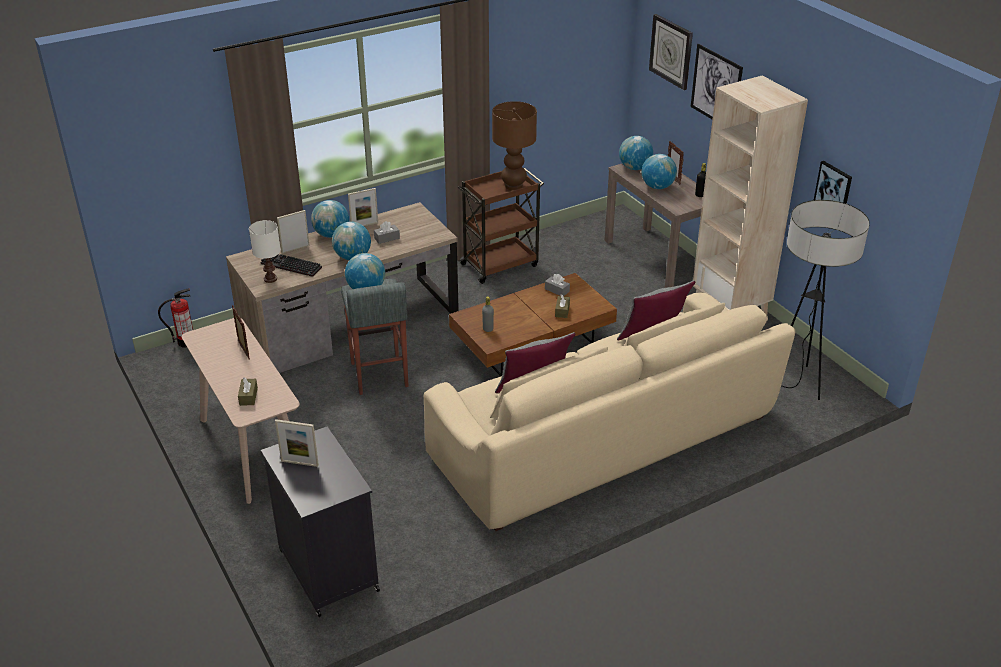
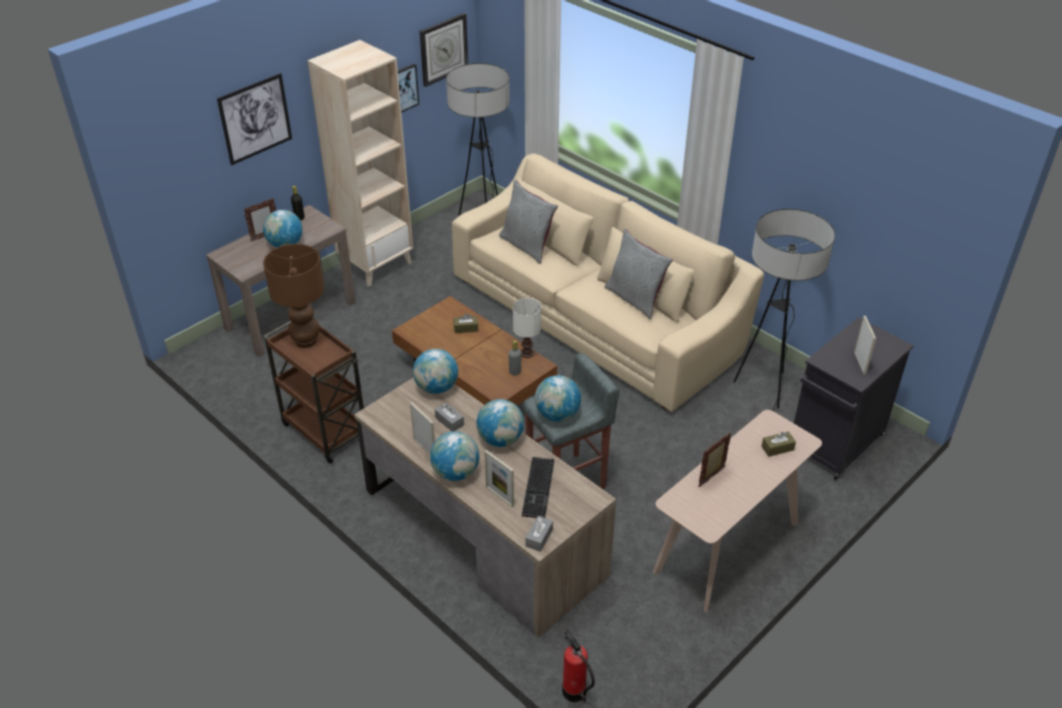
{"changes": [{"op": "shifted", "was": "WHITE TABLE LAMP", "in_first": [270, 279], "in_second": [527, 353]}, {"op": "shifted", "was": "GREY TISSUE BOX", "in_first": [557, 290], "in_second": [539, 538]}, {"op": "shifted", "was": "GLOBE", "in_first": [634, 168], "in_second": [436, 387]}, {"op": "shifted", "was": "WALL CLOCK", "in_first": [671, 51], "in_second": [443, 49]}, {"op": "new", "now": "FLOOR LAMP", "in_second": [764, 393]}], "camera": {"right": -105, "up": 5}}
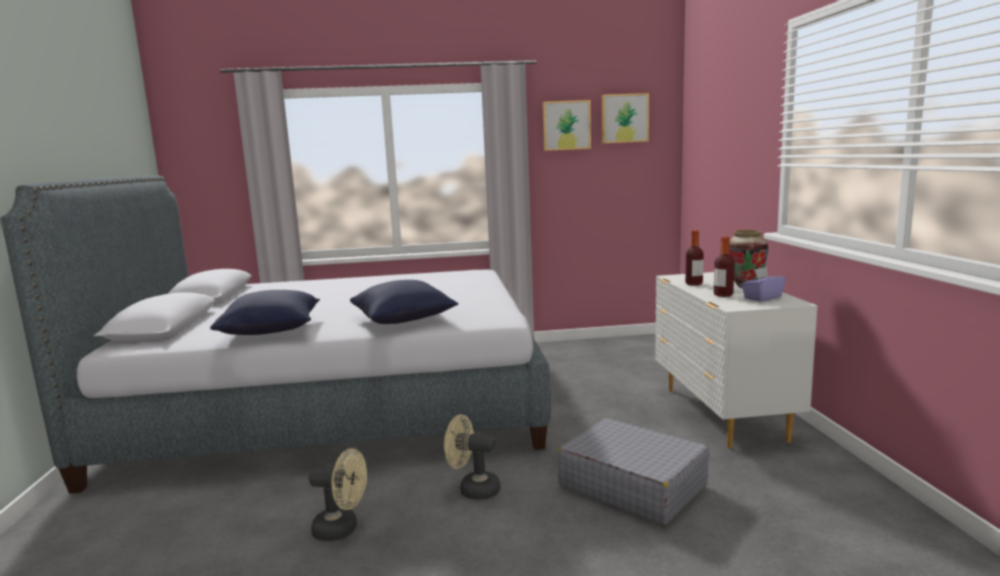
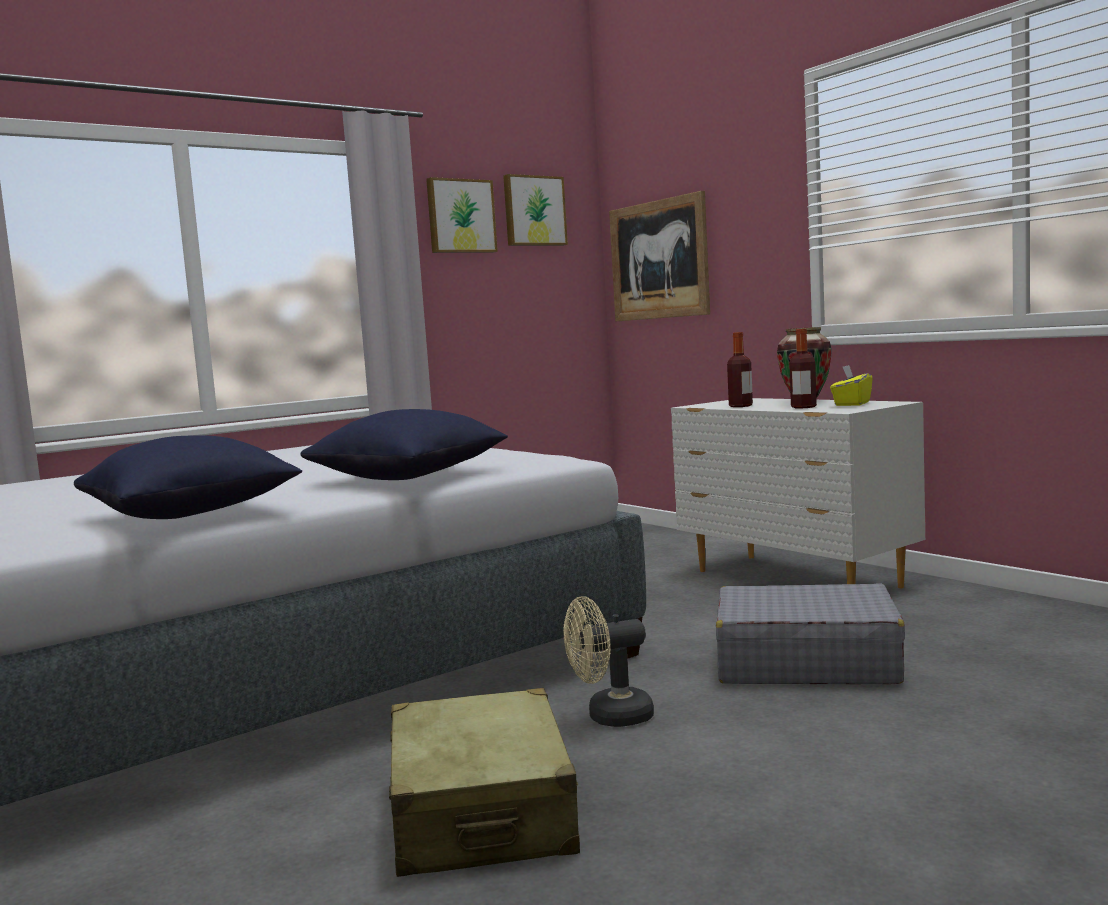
{"changes": [{"op": "swapped", "was": "BEIGE FAN", "now": "BEIGE SUITCASE", "in_first": [342, 529], "in_second": [482, 813]}, {"op": "repainted", "was": "PURPLE TISSUE BOX", "now": "YELLOW TISSUE BOX", "in_first": [762, 297], "in_second": [851, 404]}, {"op": "new", "now": "PICTURE", "in_second": [659, 260]}], "camera": {"right": -30, "up": -5}}
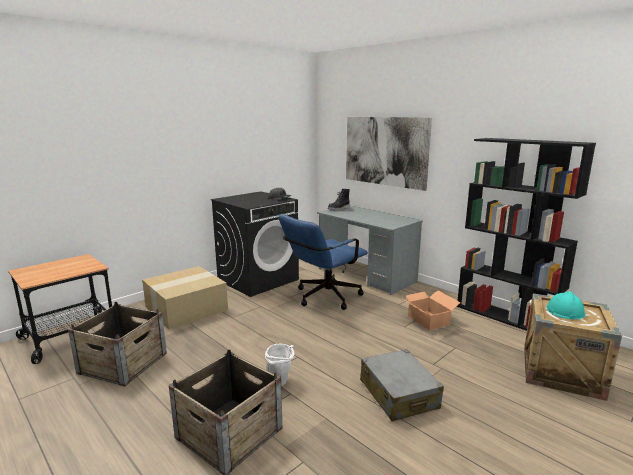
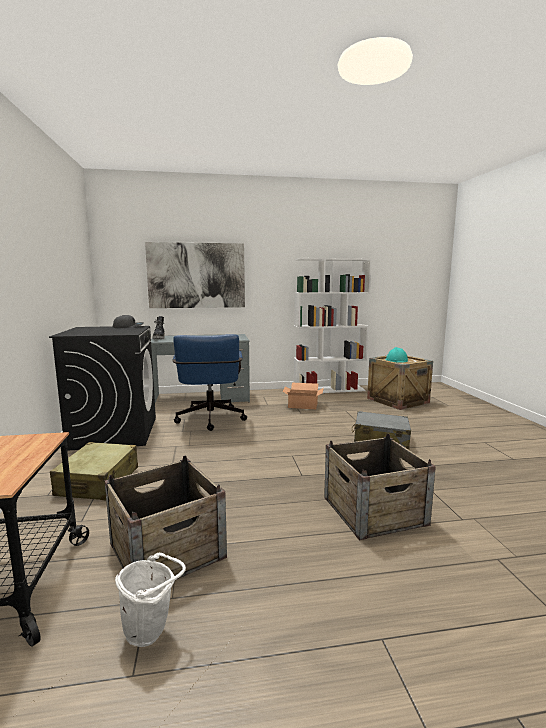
{"changes": [{"op": "swapped", "was": "CARDBOARD BOX", "now": "BEIGE SUITCASE", "in_first": [187, 308], "in_second": [98, 482]}, {"op": "shifted", "was": "WHITE BUCKET", "in_first": [280, 383], "in_second": [152, 631]}, {"op": "repainted", "was": "BLACK BOOKCASE", "now": "WHITE BOOKCASE", "in_first": [507, 317], "in_second": [329, 390]}], "camera": {"right": -55, "up": -5}}
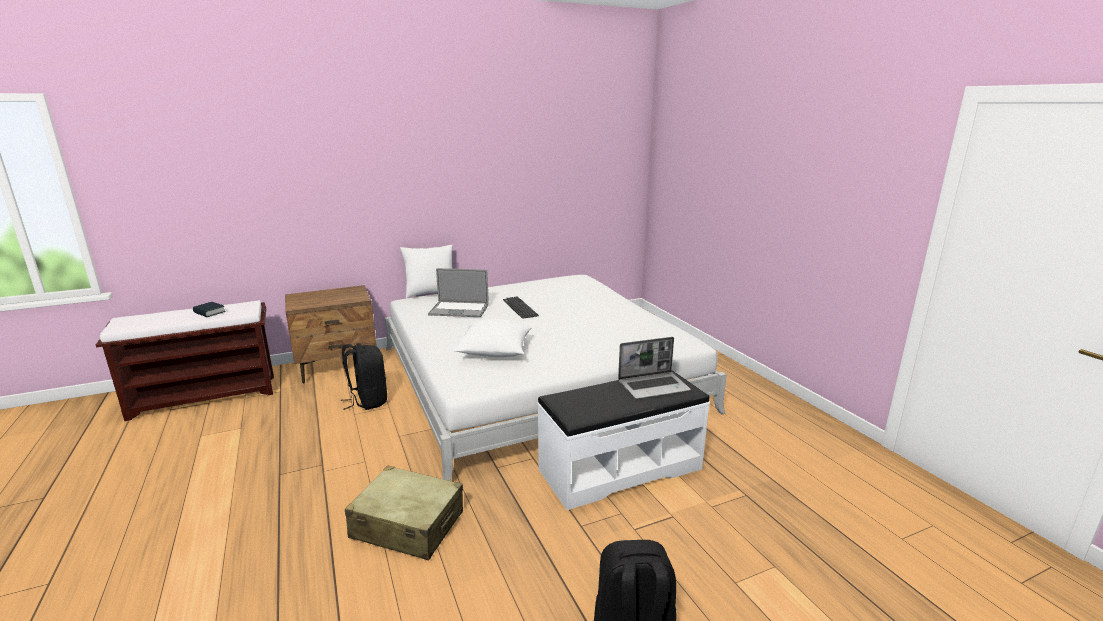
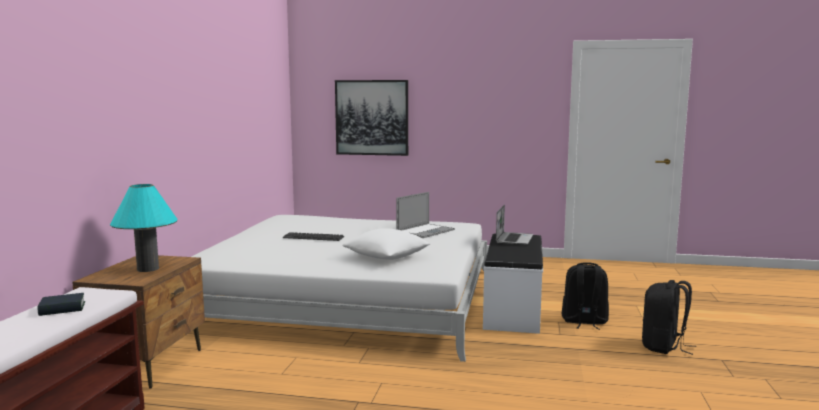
{"changes": [{"op": "shifted", "was": "BLACK BACKPACK", "in_first": [368, 401], "in_second": [584, 322]}, {"op": "gone", "was": "BEIGE SUITCASE", "in_first": [407, 525]}, {"op": "gone", "was": "WHITE PILLOW", "in_first": [430, 294]}, {"op": "shifted", "was": "LAPTOP", "in_first": [459, 310], "in_second": [425, 231]}, {"op": "new", "now": "TURQUOISE TABLE LAMP", "in_second": [148, 269]}, {"op": "new", "now": "PICTURE", "in_second": [372, 117]}], "camera": {"right": -55, "up": -10}}
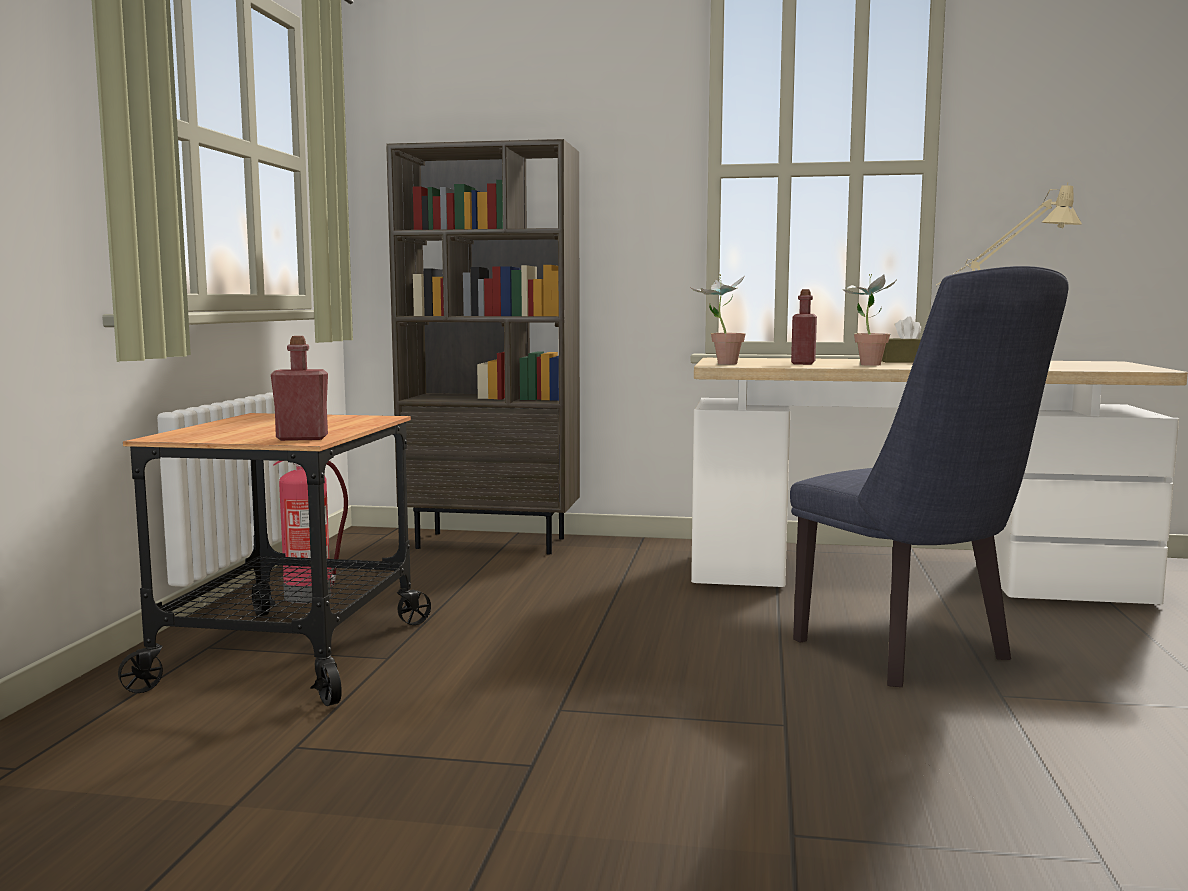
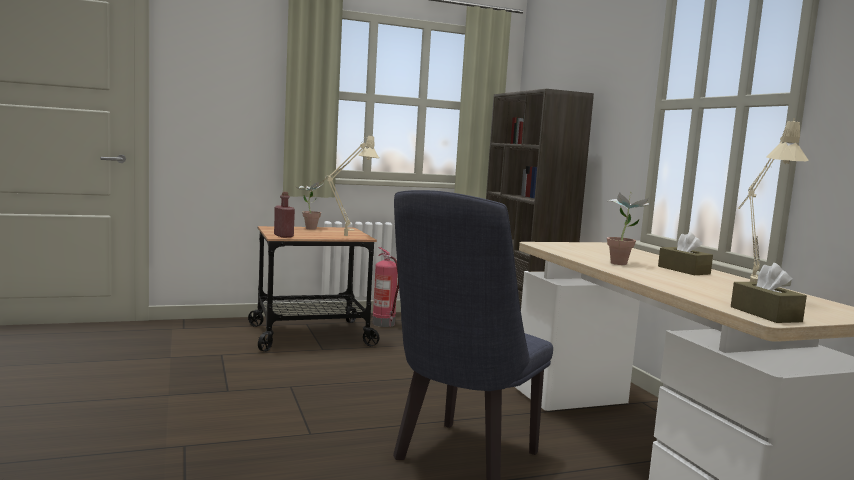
{"changes": [{"op": "shifted", "was": "POTTED PLANT", "in_first": [720, 364], "in_second": [309, 228]}, {"op": "gone", "was": "RED BOTTLE", "in_first": [803, 363]}, {"op": "new", "now": "BEIGE TABLE LAMP", "in_second": [341, 237]}, {"op": "new", "now": "BROWN TISSUE BOX", "in_second": [765, 314]}], "camera": {"right": 60, "up": 0}}
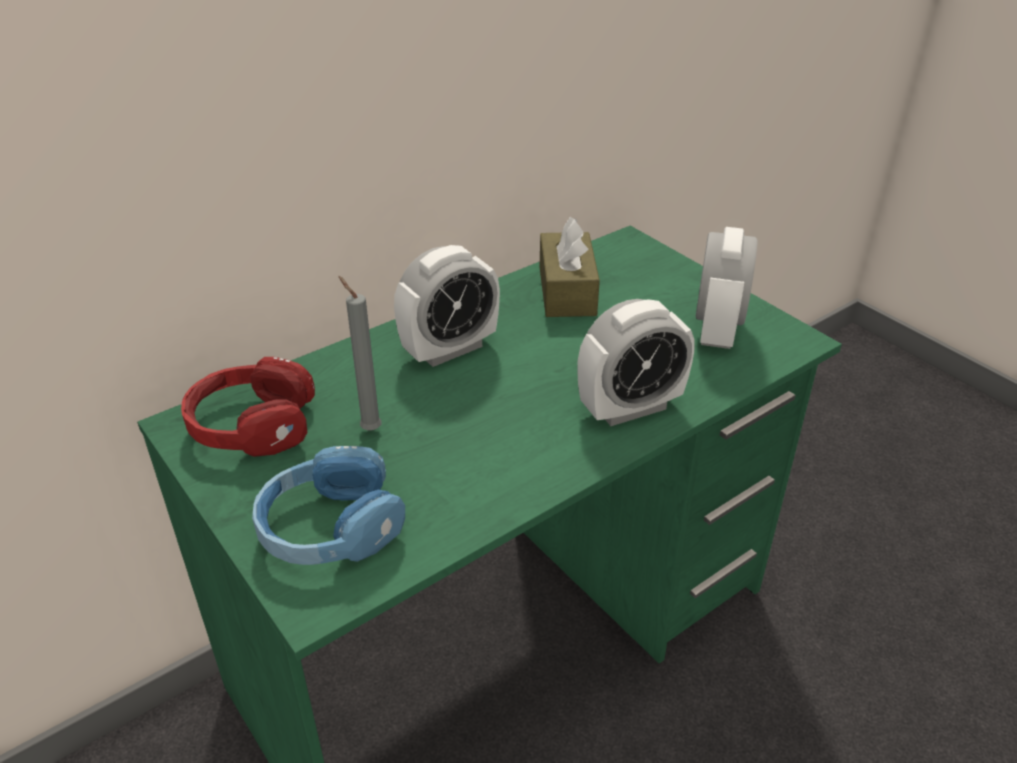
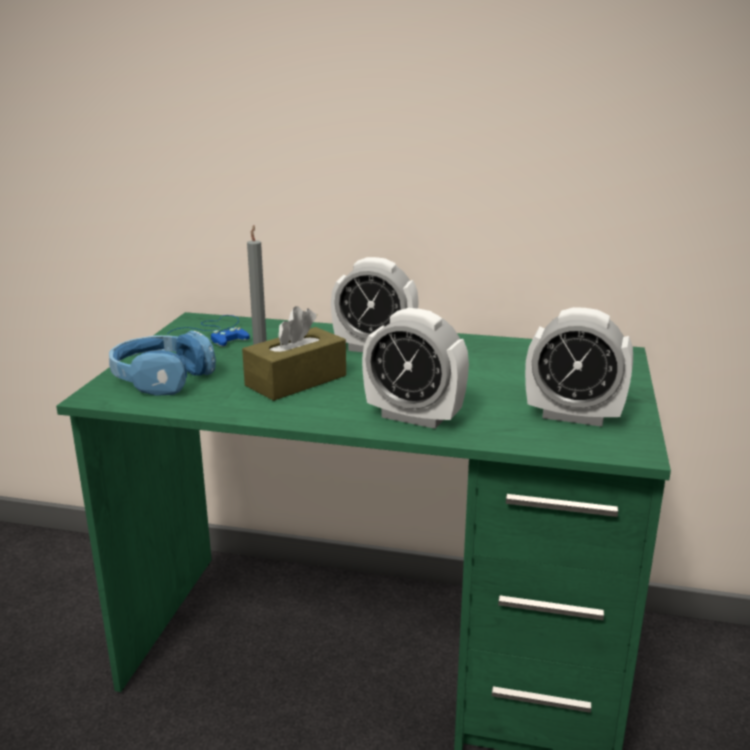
{"changes": [{"op": "swapped", "was": "RED HEADPHONES", "now": "BLUE GAME CONTROLLER", "in_first": [252, 426], "in_second": [219, 332]}, {"op": "shifted", "was": "BROWN TISSUE BOX", "in_first": [567, 291], "in_second": [296, 380]}, {"op": "rotated", "was": "ALARM CLOCK", "in_first": [717, 330], "in_second": [573, 416], "clockwise": 45}], "camera": {"right": 50, "up": -15}}
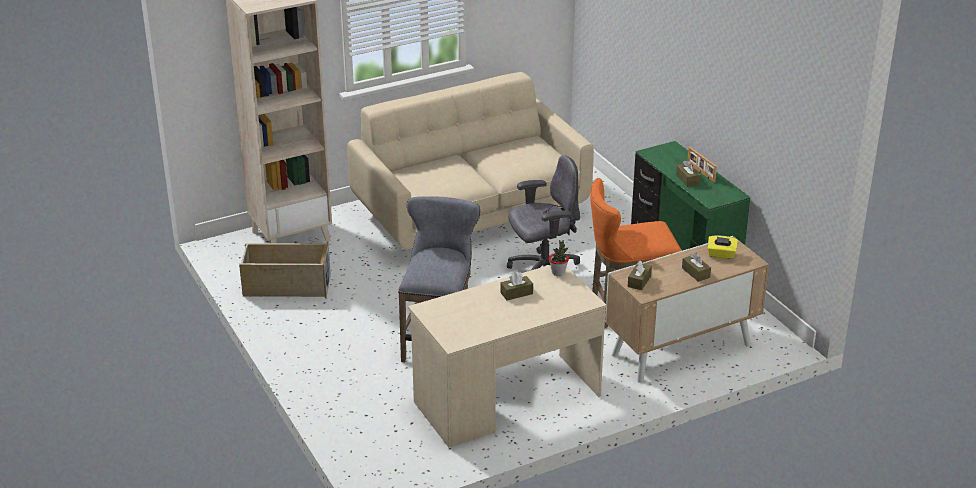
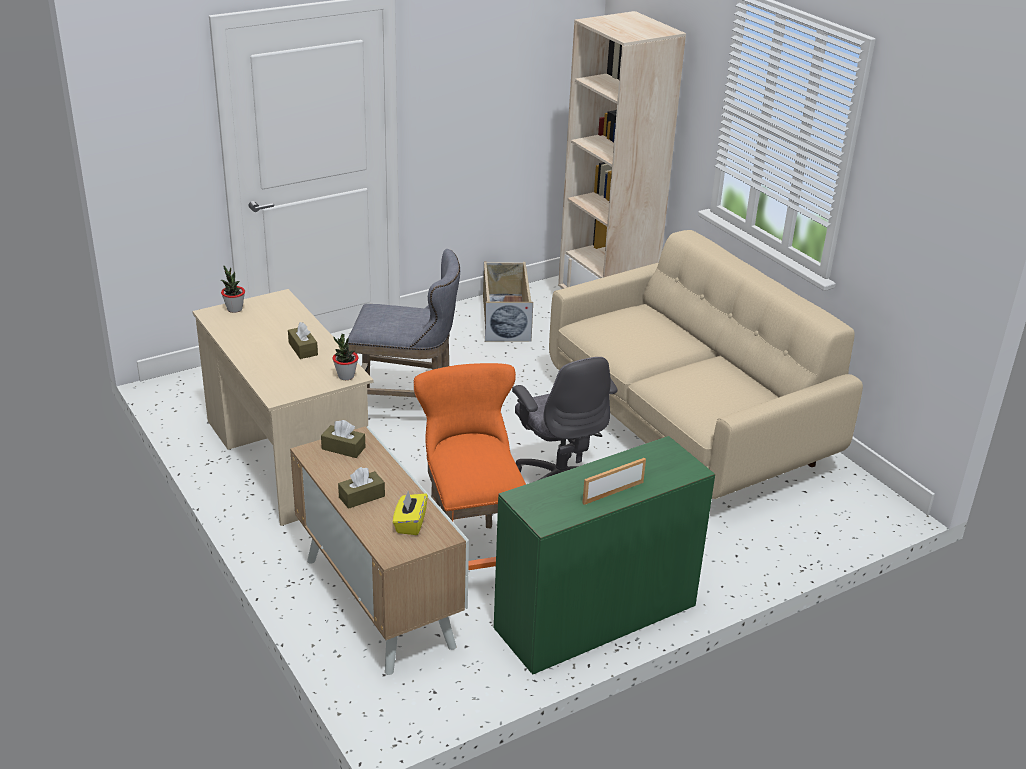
{"changes": [{"op": "gone", "was": "BROWN TISSUE BOX", "in_first": [687, 179]}, {"op": "new", "now": "POTTED PLANT", "in_second": [234, 309]}], "camera": {"right": 85, "up": 0}}
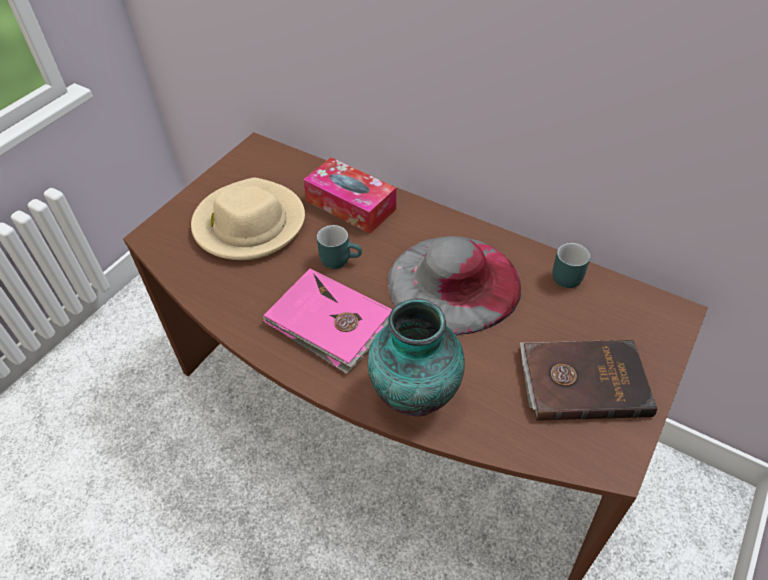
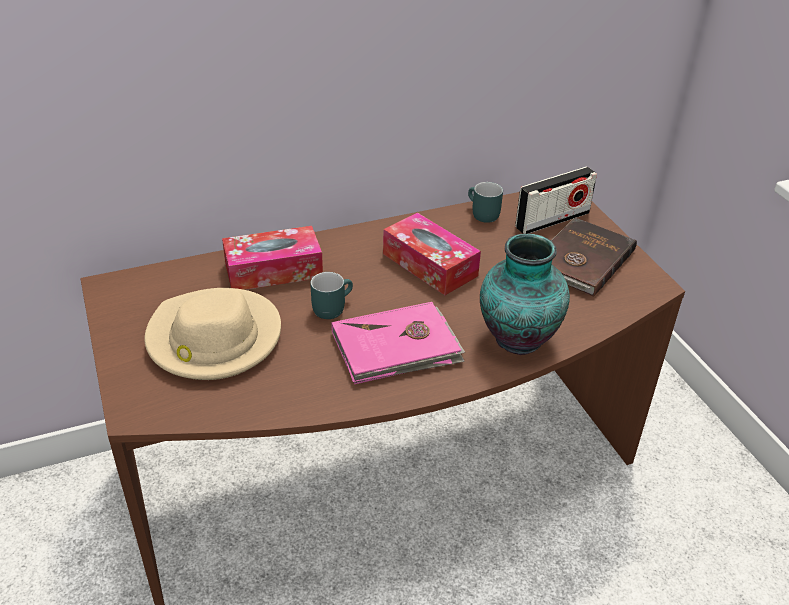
{"changes": [{"op": "swapped", "was": "GREY HAT", "now": "TISSUE BOX", "in_first": [453, 282], "in_second": [429, 265]}, {"op": "new", "now": "RADIO", "in_second": [552, 220]}], "camera": {"right": -55, "up": -10}}
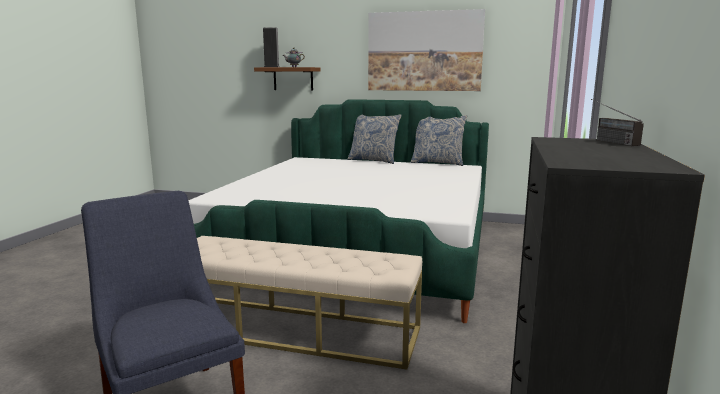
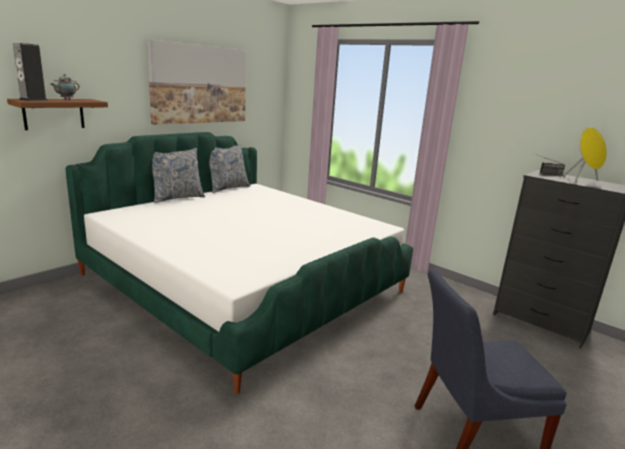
{"changes": [{"op": "gone", "was": "BEIGE BENCH", "in_first": [294, 330]}, {"op": "new", "now": "YELLOW SPEAKER", "in_second": [582, 180]}], "camera": {"right": -65, "up": 5}}
